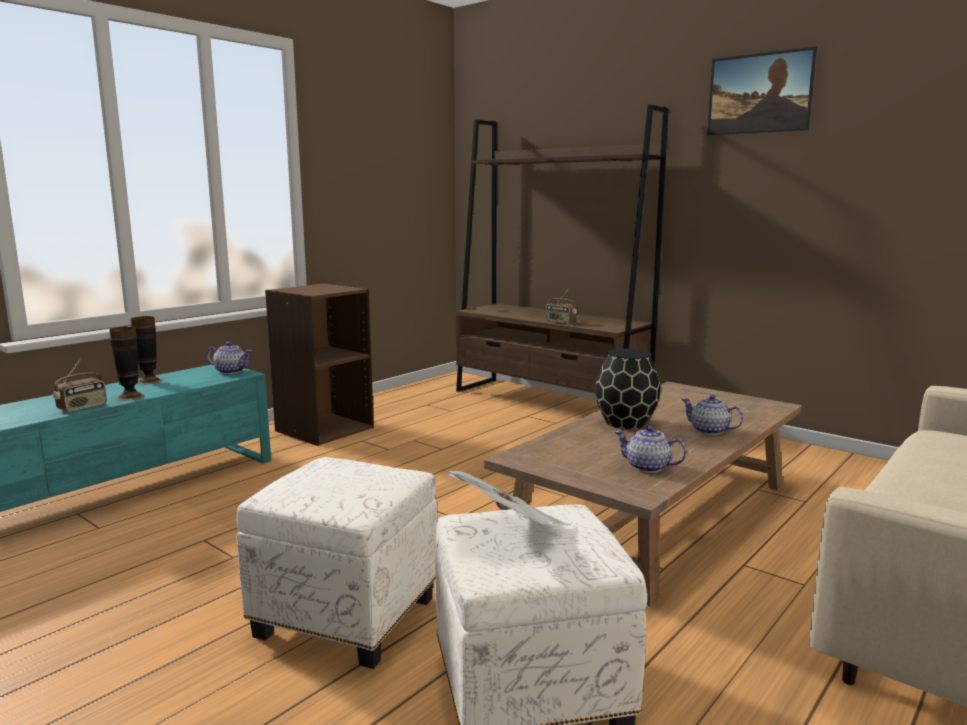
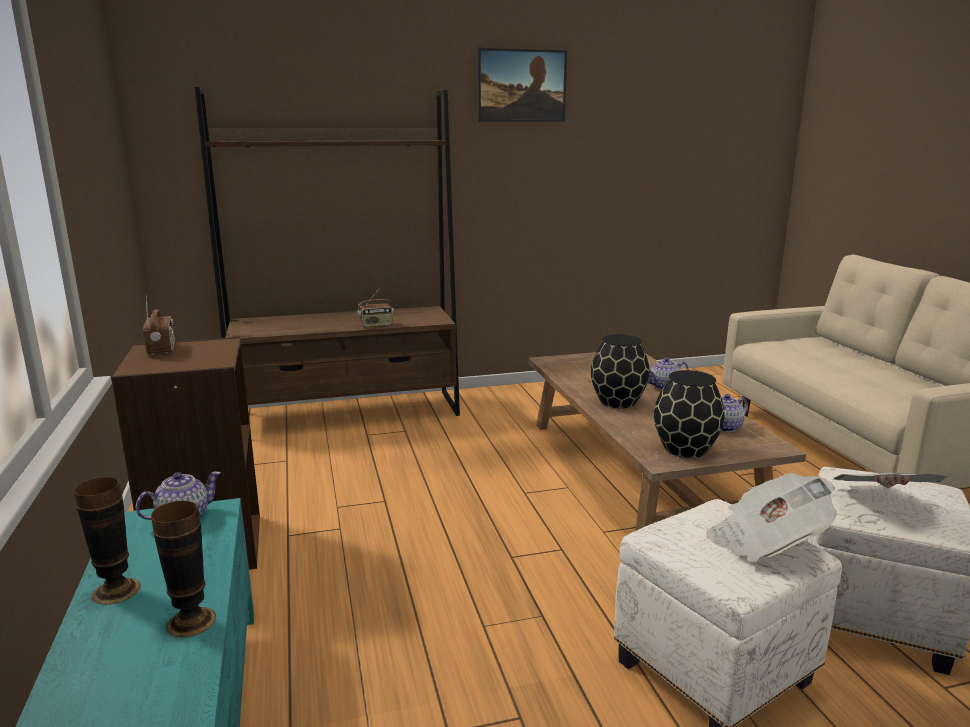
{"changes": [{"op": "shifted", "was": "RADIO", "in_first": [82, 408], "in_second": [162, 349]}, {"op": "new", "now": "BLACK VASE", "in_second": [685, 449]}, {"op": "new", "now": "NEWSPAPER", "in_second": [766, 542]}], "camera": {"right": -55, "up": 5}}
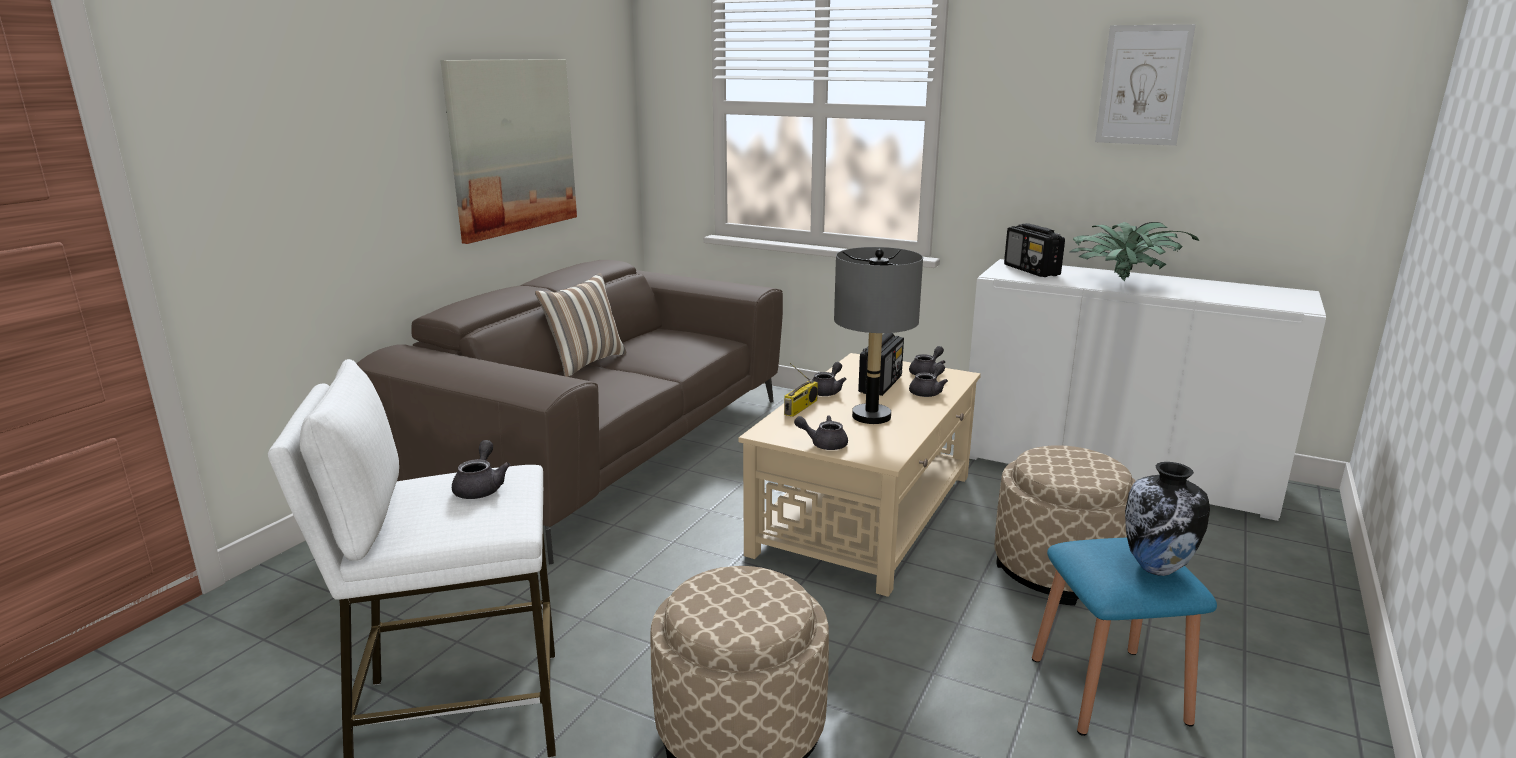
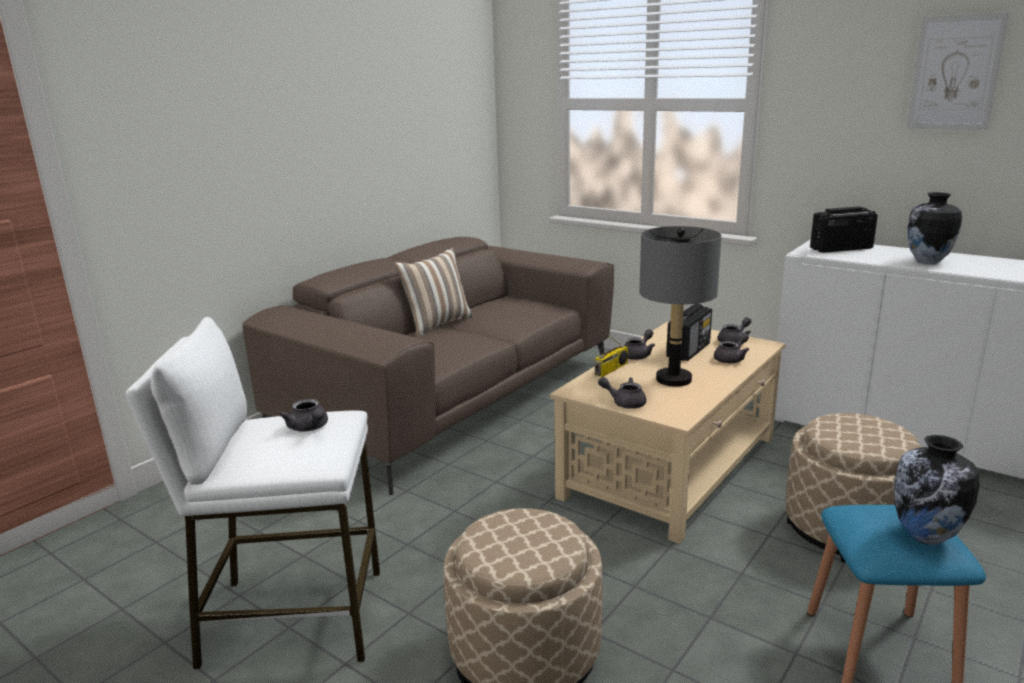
{"changes": [{"op": "gone", "was": "PICTURE", "in_first": [512, 146]}, {"op": "rotated", "was": "GREY TEAPOT", "in_first": [481, 487], "in_second": [309, 428], "clockwise": 135}, {"op": "rotated", "was": "RADIO", "in_first": [1031, 270], "in_second": [840, 249], "clockwise": 90}, {"op": "swapped", "was": "POTTED PLANT", "now": "VASE", "in_first": [1121, 283], "in_second": [927, 261]}], "camera": {"right": 10, "up": 0}}
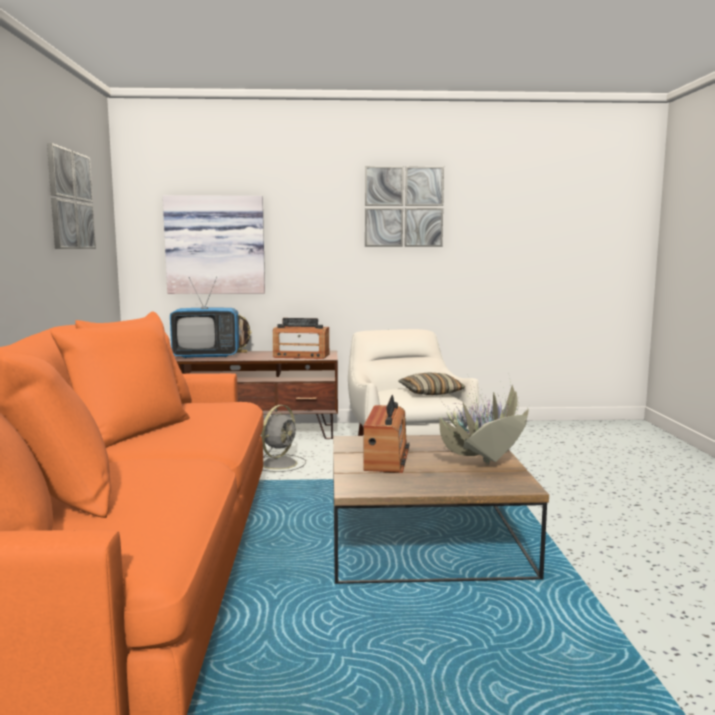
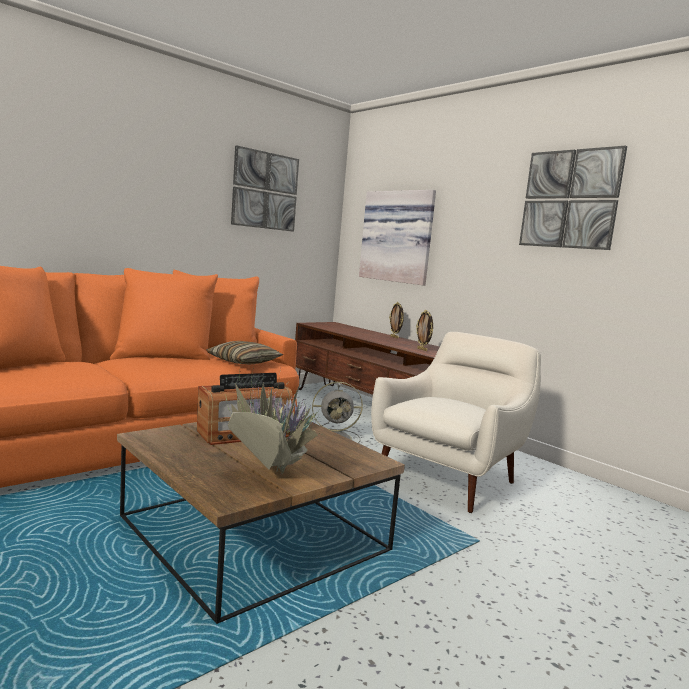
{"changes": [{"op": "gone", "was": "TELEVISION", "in_first": [206, 356]}, {"op": "swapped", "was": "RADIO", "now": "PICTURE FRAME", "in_first": [301, 356], "in_second": [422, 349]}, {"op": "shifted", "was": "PILLOW", "in_first": [430, 393], "in_second": [244, 362]}], "camera": {"right": 50, "up": 0}}
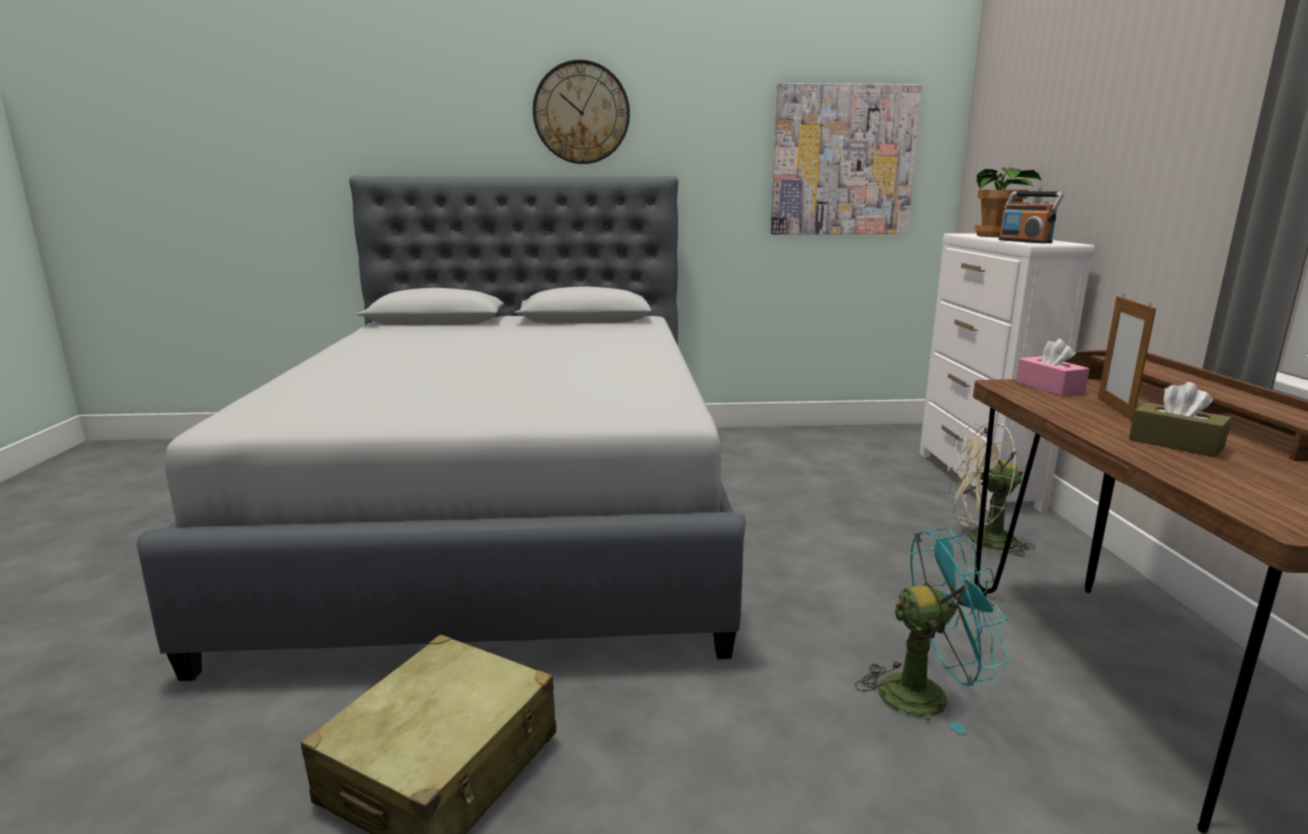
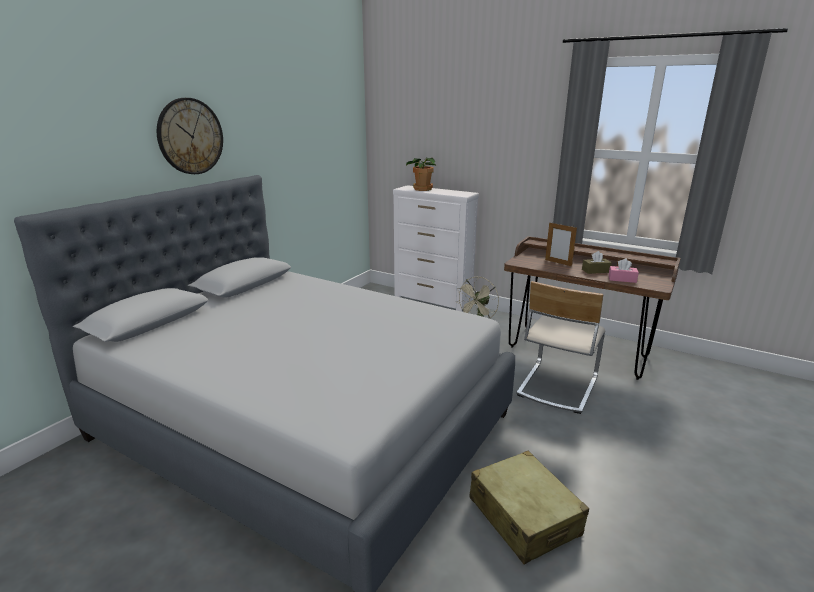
{"changes": [{"op": "gone", "was": "PICTURE", "in_first": [843, 161]}, {"op": "swapped", "was": "TURQUOISE FAN", "now": "BEIGE CHAIR", "in_first": [926, 693], "in_second": [556, 386]}, {"op": "gone", "was": "RADIO", "in_first": [1025, 241]}, {"op": "shifted", "was": "PINK TISSUE BOX", "in_first": [1049, 387], "in_second": [622, 279]}], "camera": {"right": -55, "up": 5}}
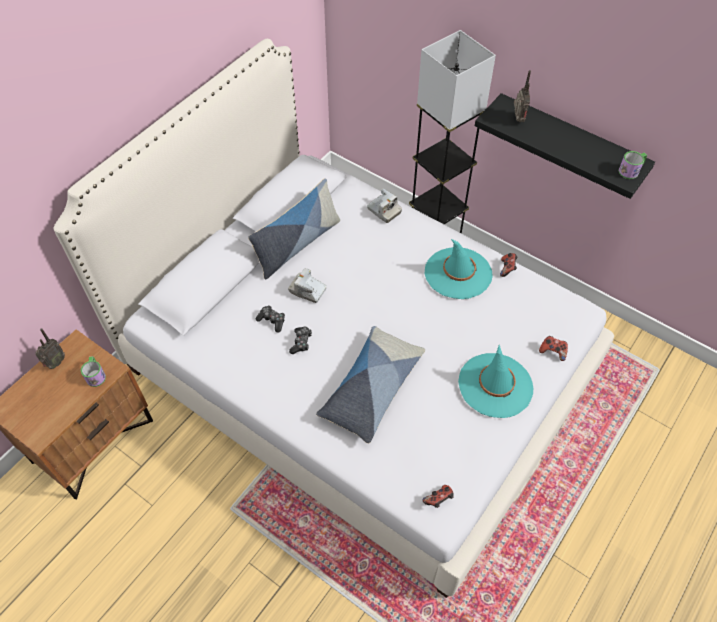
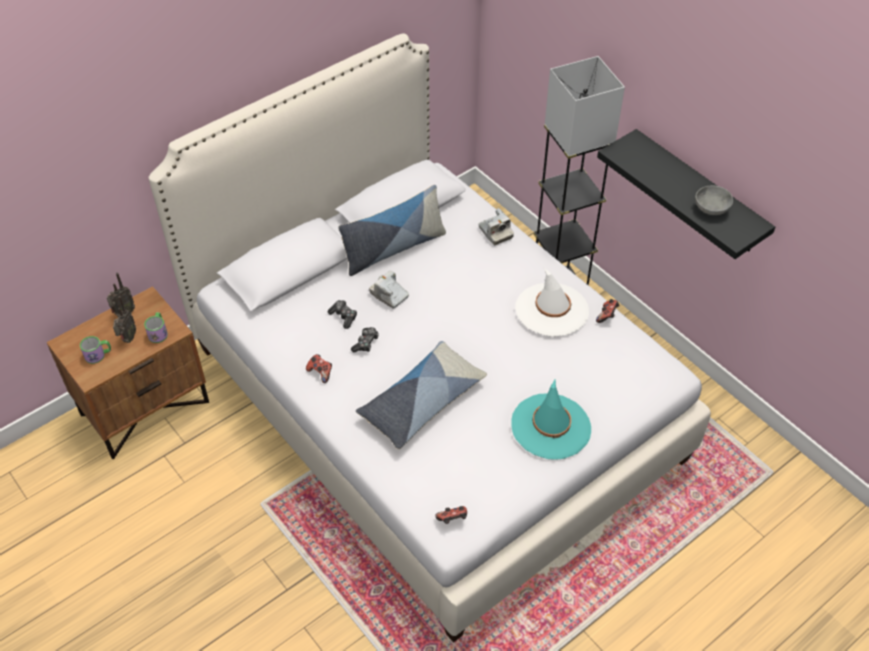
{"changes": [{"op": "repainted", "was": "TURQUOISE HAT", "now": "WHITE HAT", "in_first": [458, 273], "in_second": [552, 310]}, {"op": "shifted", "was": "RADIO", "in_first": [517, 120], "in_second": [127, 339]}, {"op": "shifted", "was": "GAME CONTROLLER", "in_first": [553, 351], "in_second": [320, 372]}, {"op": "shifted", "was": "MUG", "in_first": [631, 170], "in_second": [98, 355]}, {"op": "new", "now": "GREY BOWL", "in_second": [711, 209]}], "camera": {"right": 15, "up": -5}}
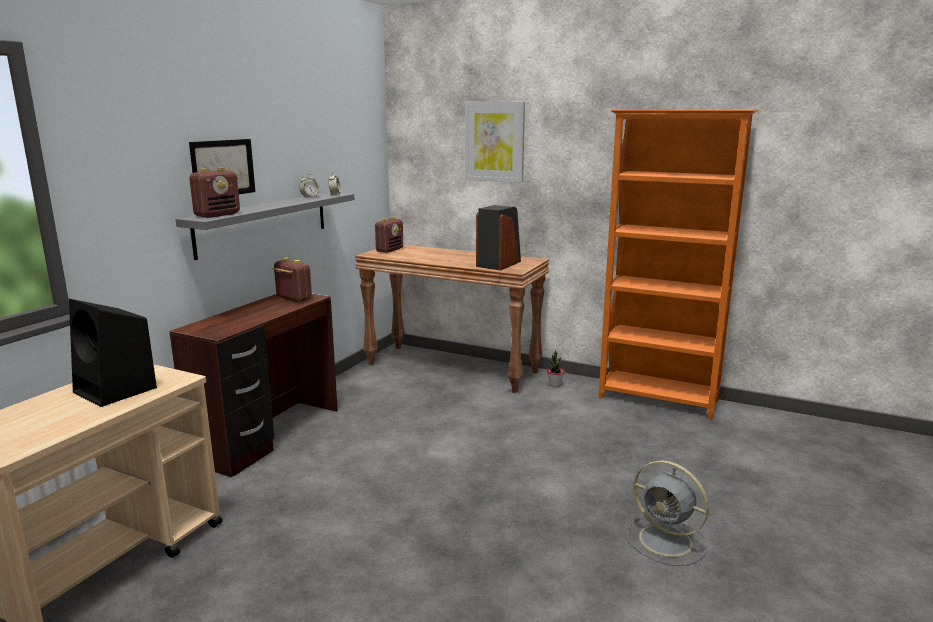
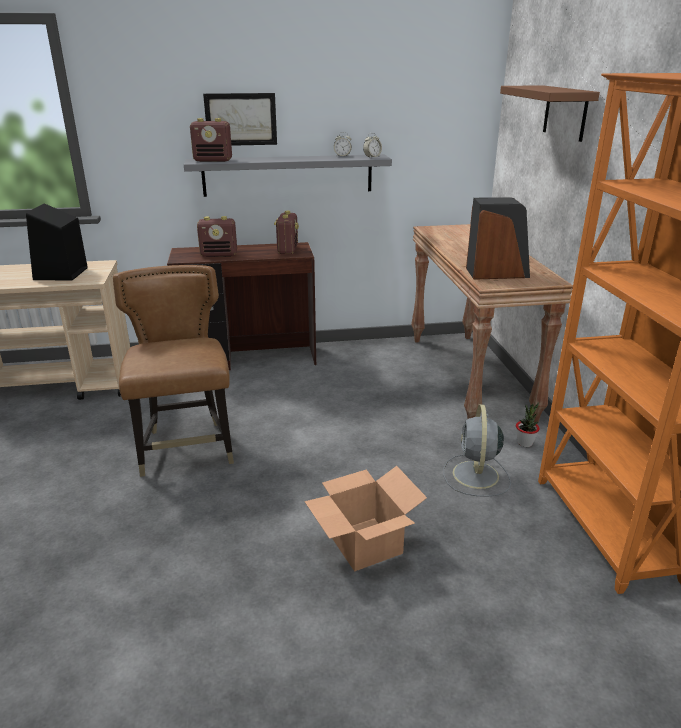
{"changes": [{"op": "shifted", "was": "RADIO", "in_first": [389, 250], "in_second": [219, 255]}, {"op": "swapped", "was": "PICTURE", "now": "BROWN SHELF", "in_first": [494, 141], "in_second": [565, 112]}, {"op": "shifted", "was": "GREY FAN", "in_first": [667, 541], "in_second": [475, 476]}, {"op": "new", "now": "BROWN CHAIR", "in_second": [187, 448]}, {"op": "new", "now": "CARDBOARD BOX", "in_second": [366, 544]}], "camera": {"right": 55, "up": 10}}
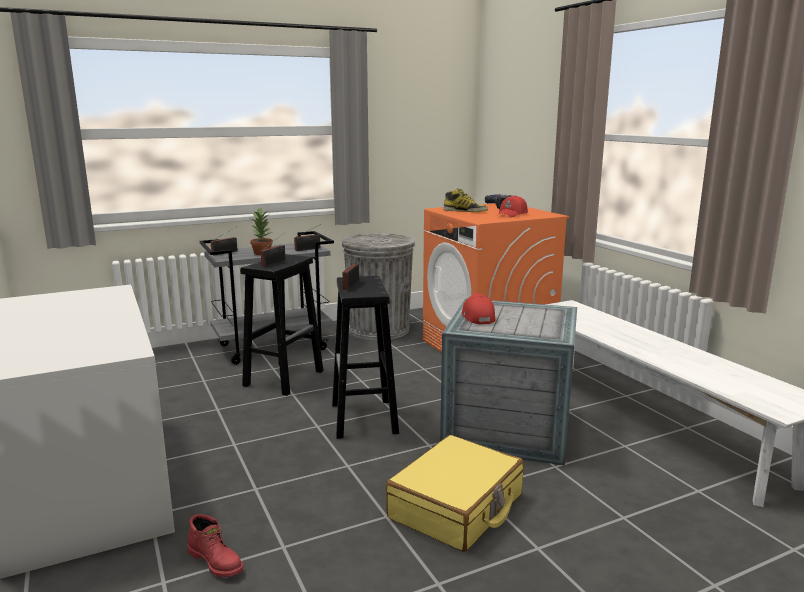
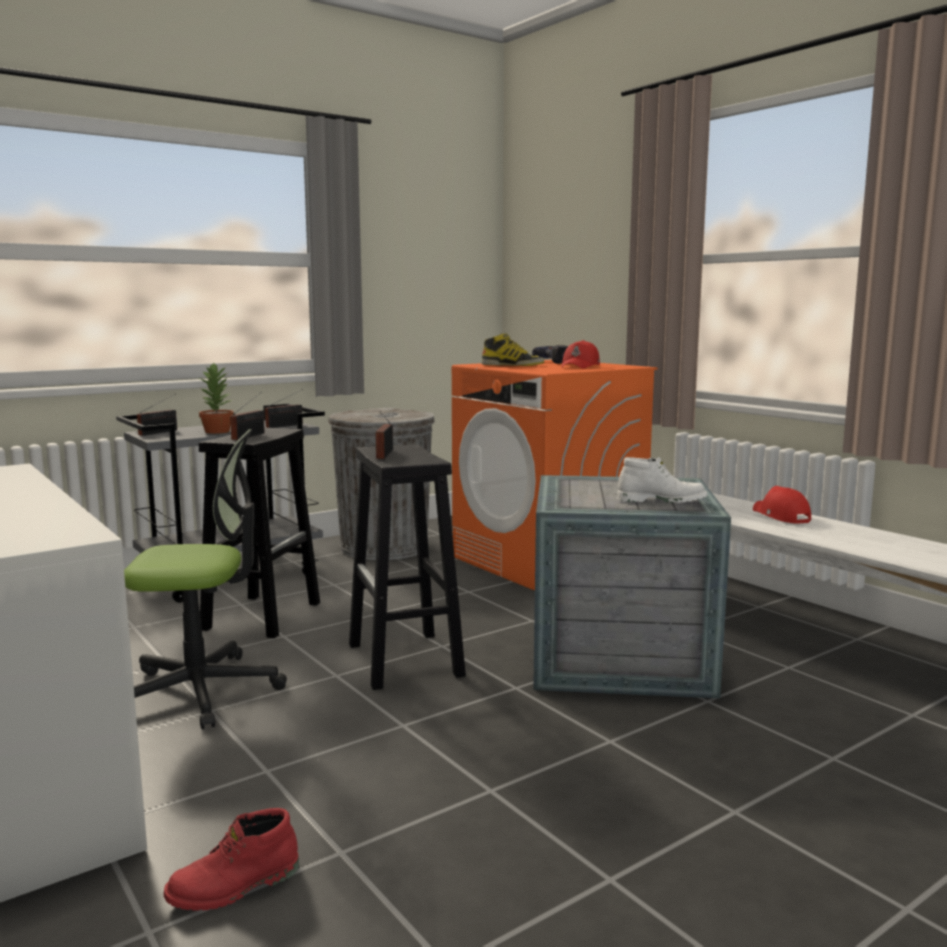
{"changes": [{"op": "rotated", "was": "RED BOOT", "in_first": [216, 561], "in_second": [234, 887], "clockwise": 120}, {"op": "gone", "was": "YELLOW SUITCASE", "in_first": [456, 507]}, {"op": "shifted", "was": "RED CAP", "in_first": [477, 317], "in_second": [780, 516]}, {"op": "new", "now": "OFFICE CHAIR", "in_second": [201, 691]}, {"op": "new", "now": "WHITE BOOT", "in_second": [661, 501]}], "camera": {"right": -10, "up": -5}}
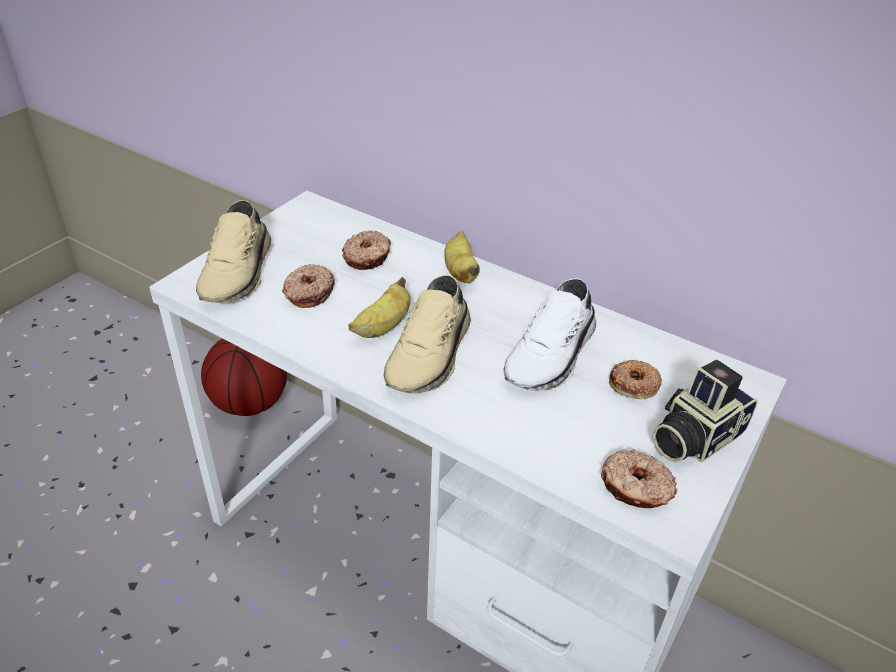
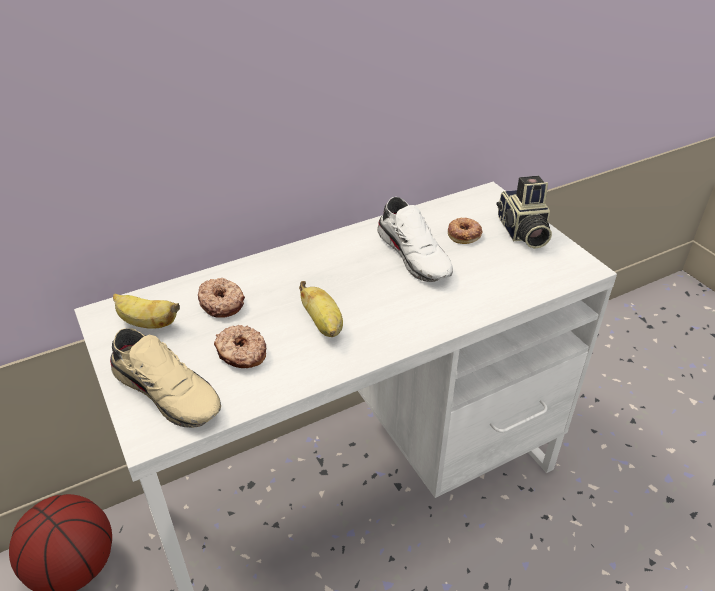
{"changes": [{"op": "gone", "was": "BEIGE SHOE", "in_first": [432, 355]}, {"op": "shifted", "was": "BANANA", "in_first": [460, 272], "in_second": [146, 323]}, {"op": "gone", "was": "DONUT", "in_first": [635, 488]}], "camera": {"right": -60, "up": 0}}
